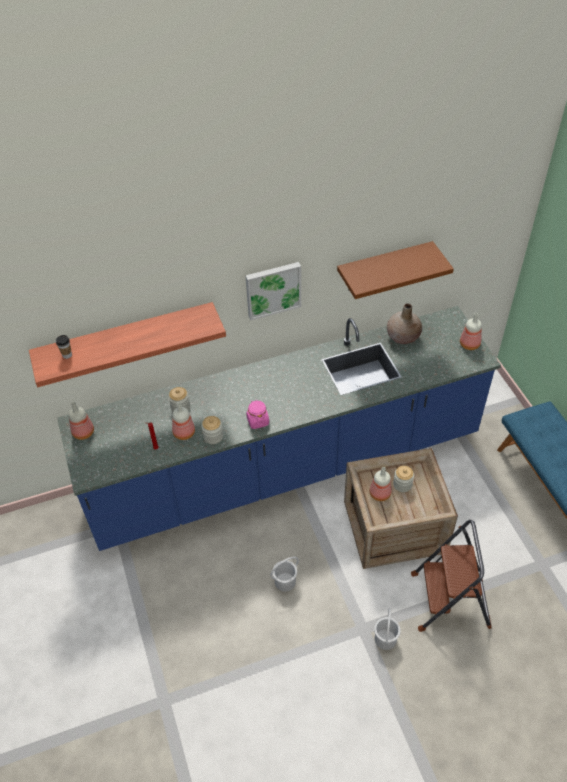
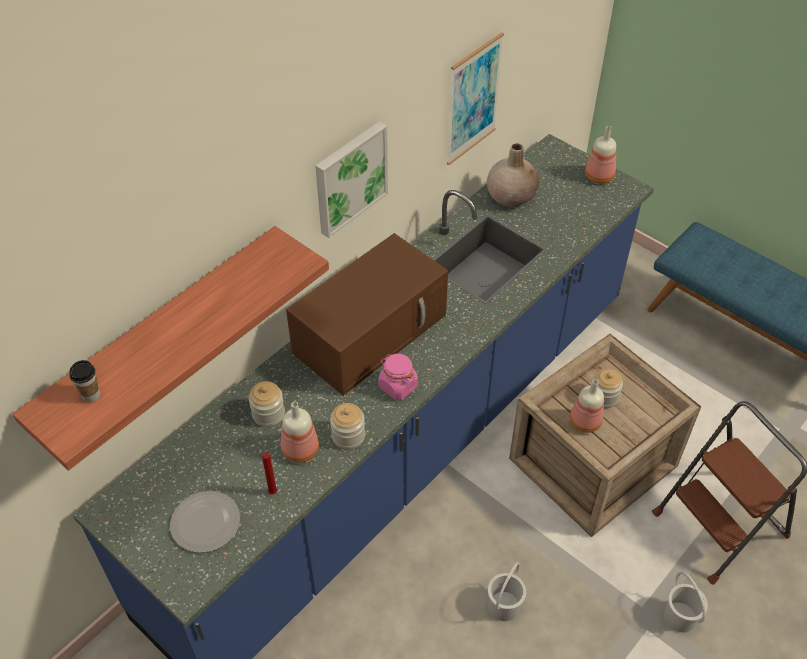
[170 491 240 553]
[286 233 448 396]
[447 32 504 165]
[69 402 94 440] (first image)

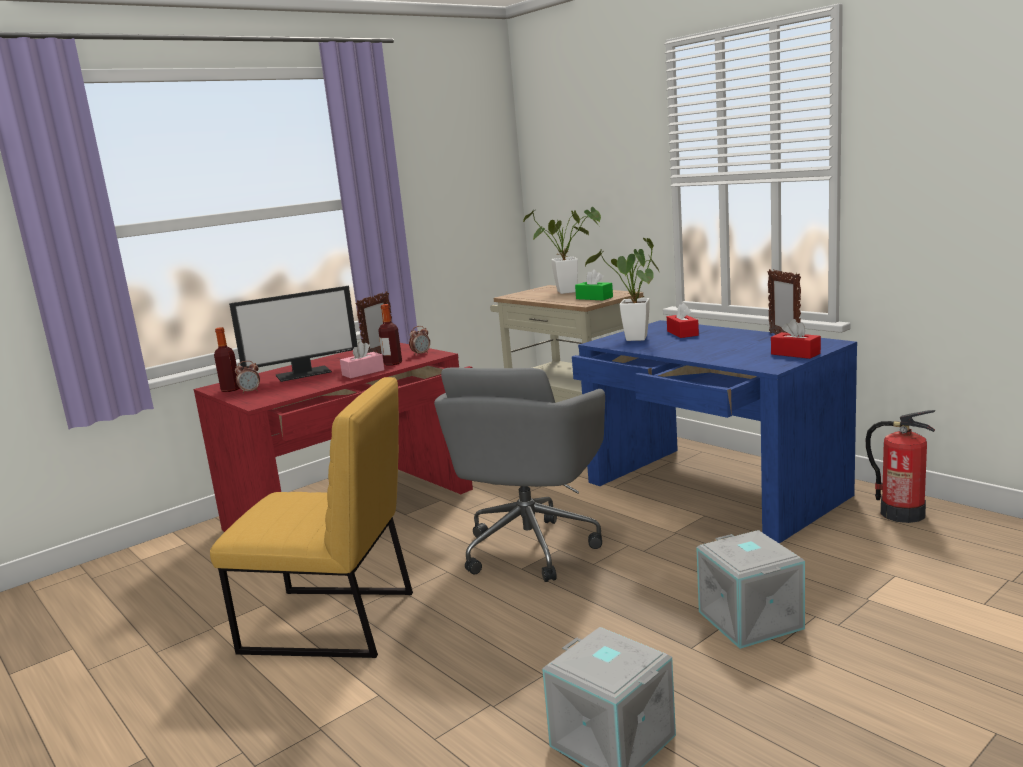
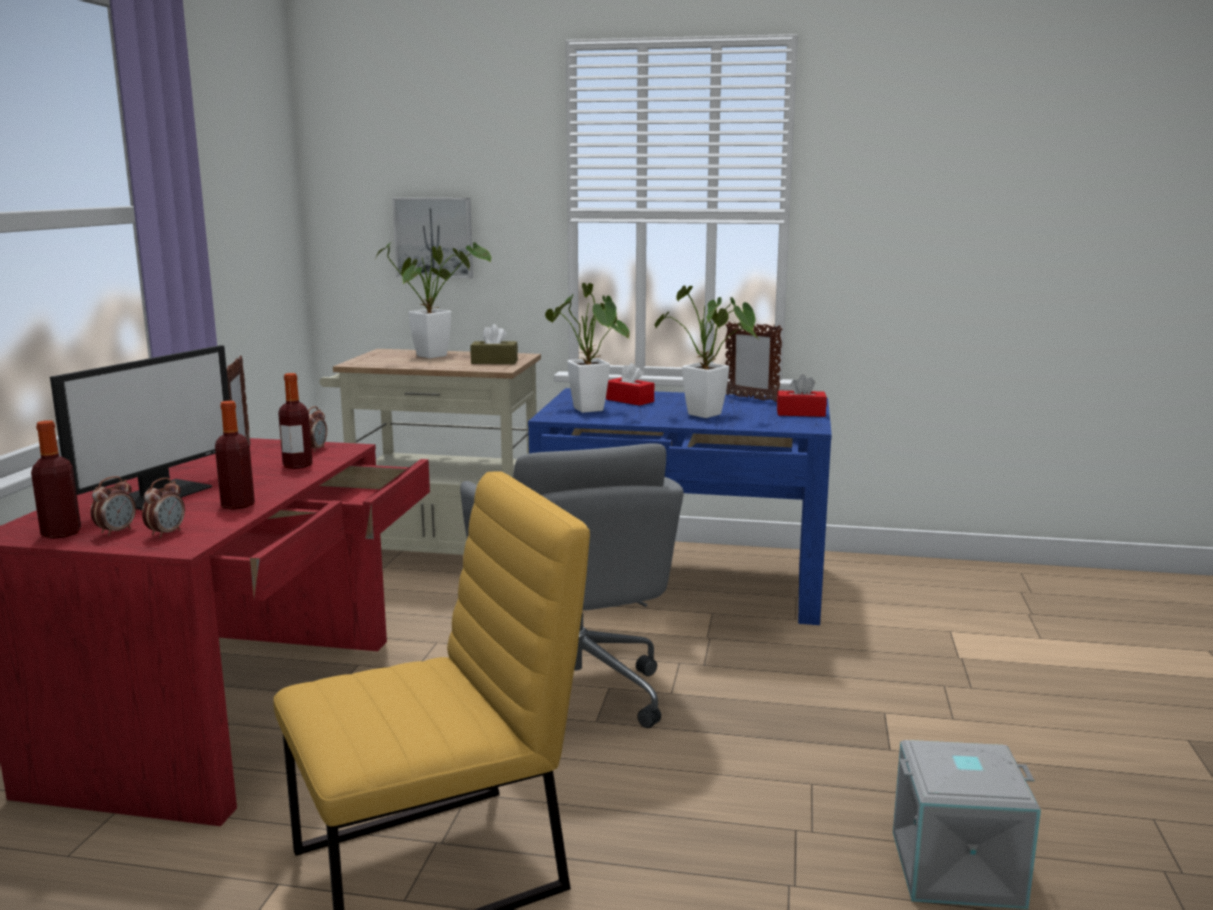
[142 478 185 538]
[215 401 255 510]
[392 198 473 278]
[470 324 518 364]
[655 286 758 418]
[340 341 384 378] (first image)
[696 530 805 649] (first image)
[866 410 935 523] (first image)

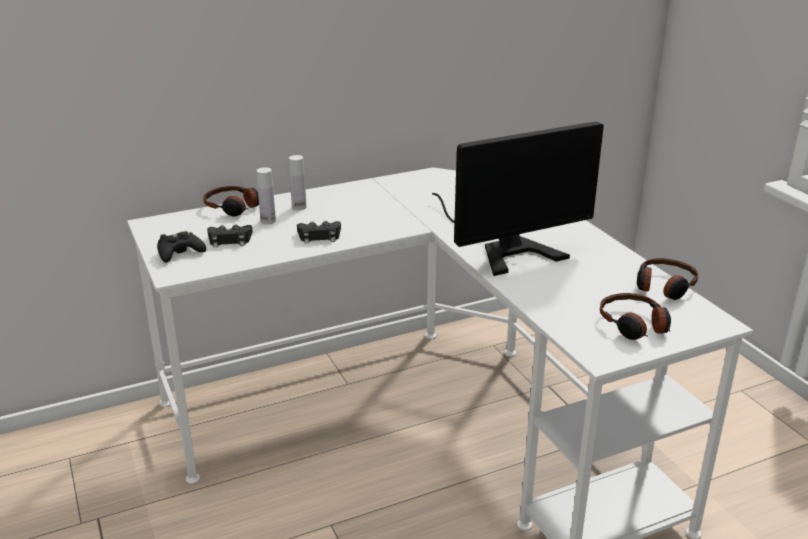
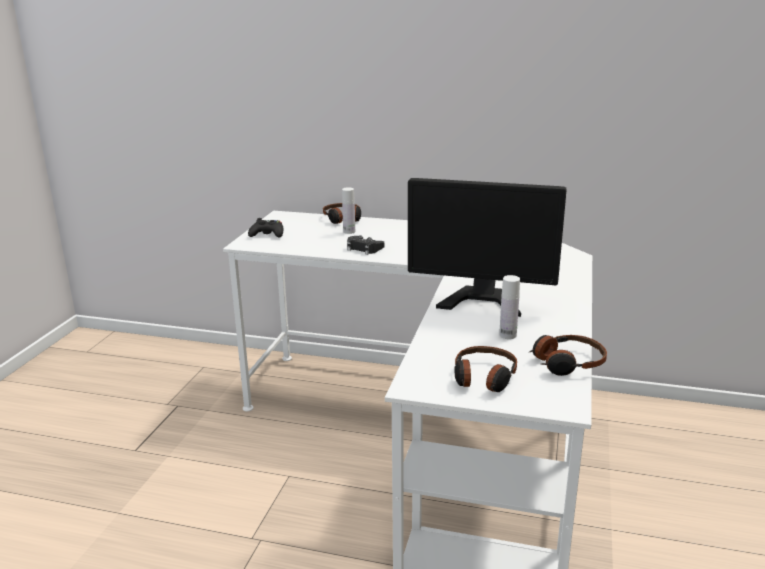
[499 275 520 339]
[207 225 253 247] (first image)

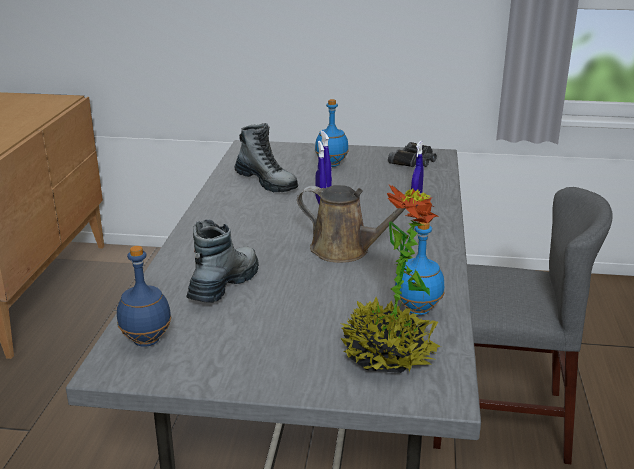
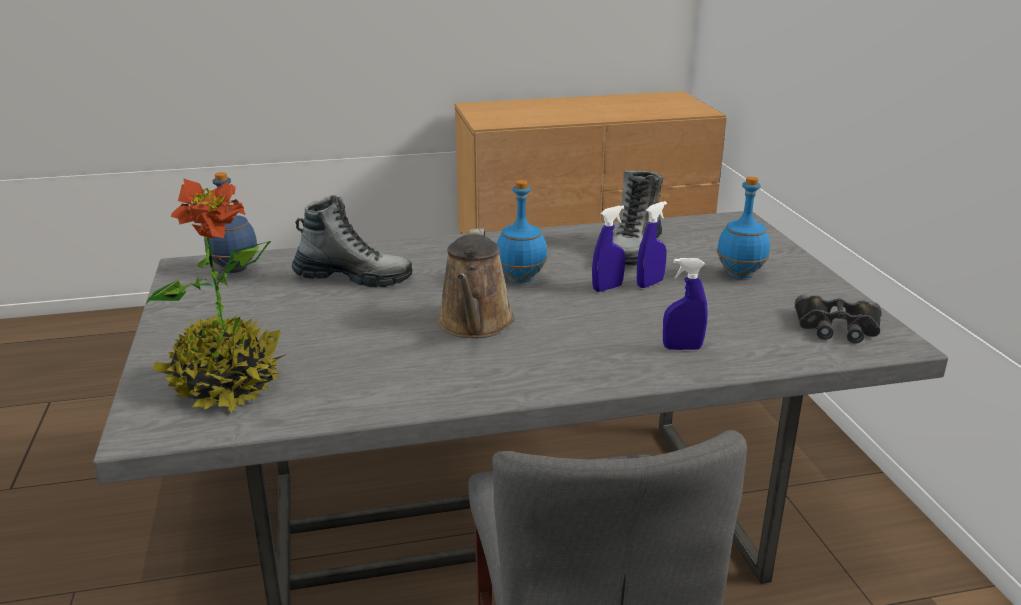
[497 180 547 283]

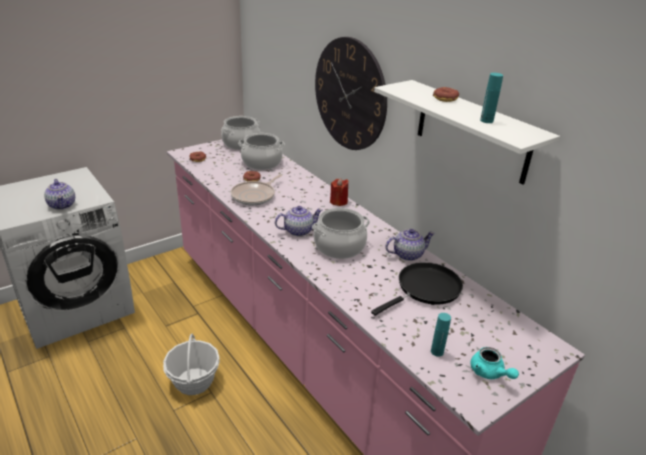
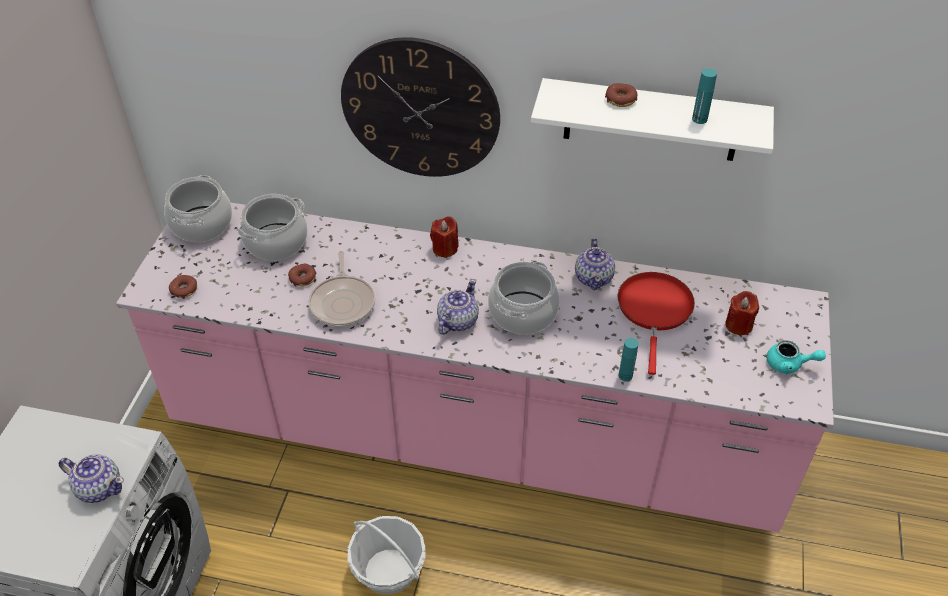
[575 238 615 290]
[618 272 695 375]
[619 338 638 382]
[725 291 759 335]

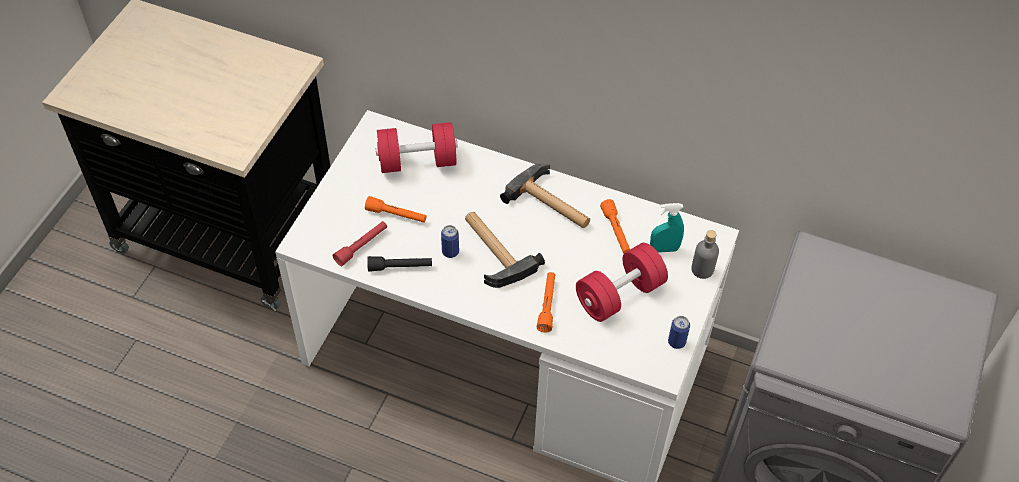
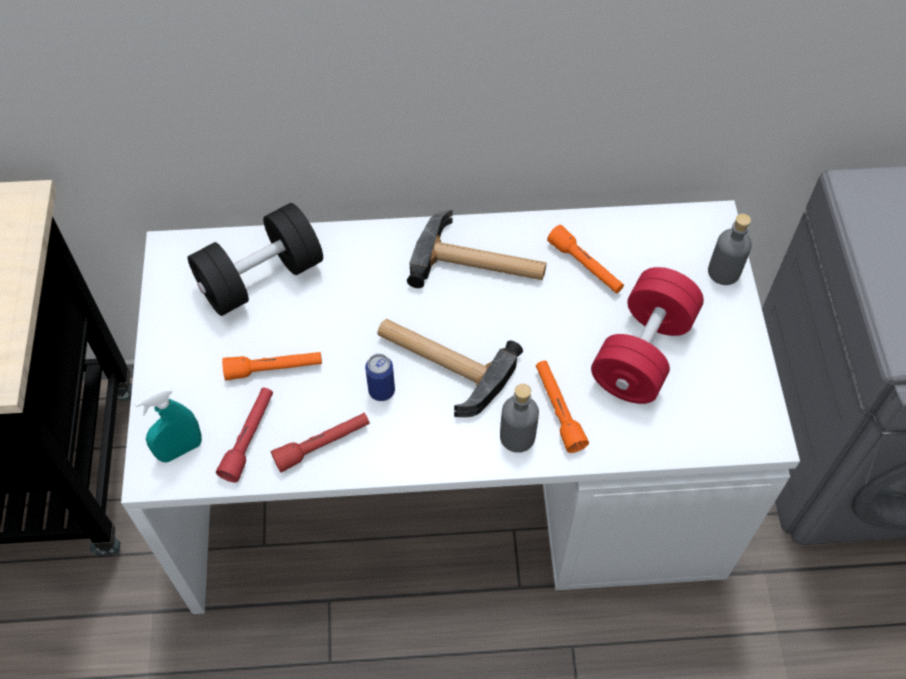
[134 387 202 463]
[187 203 323 316]
[271 413 370 473]
[500 384 539 453]
[668 316 690 349] (first image)

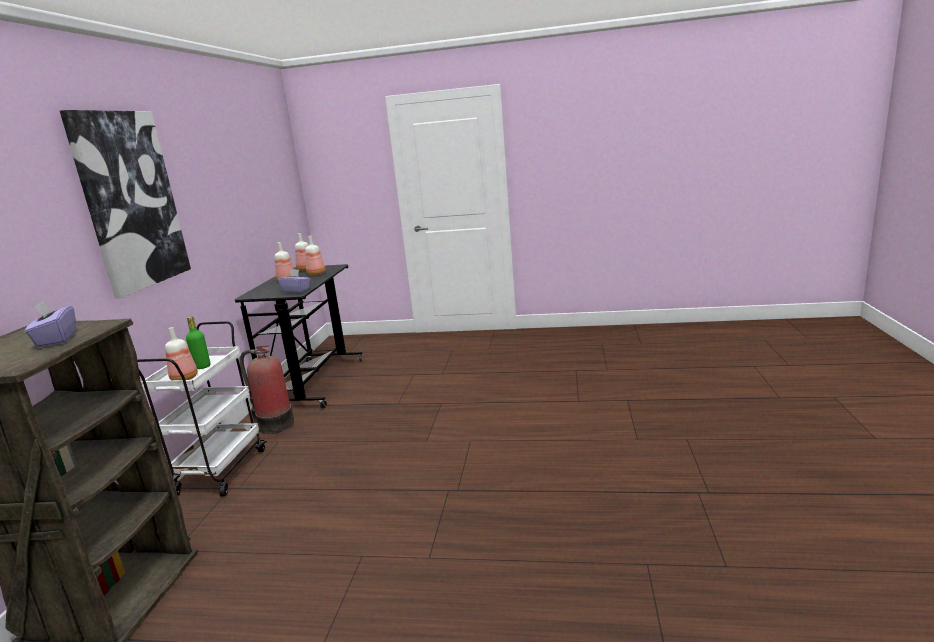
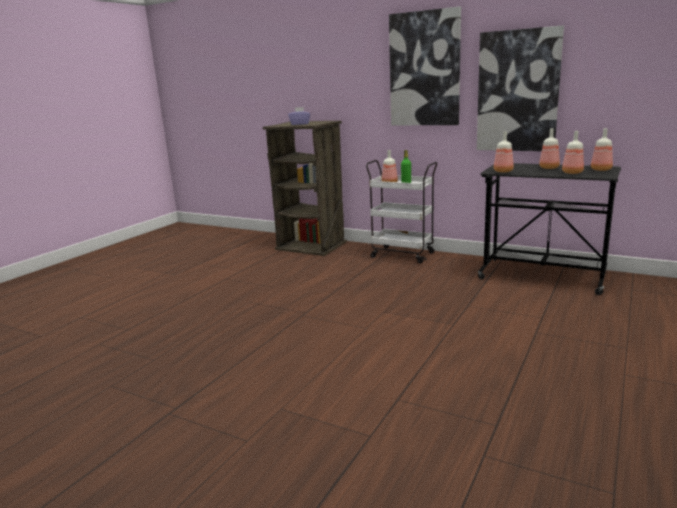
[477 26 564 151]
[494 131 514 173]
[239 345 294 434] (first image)

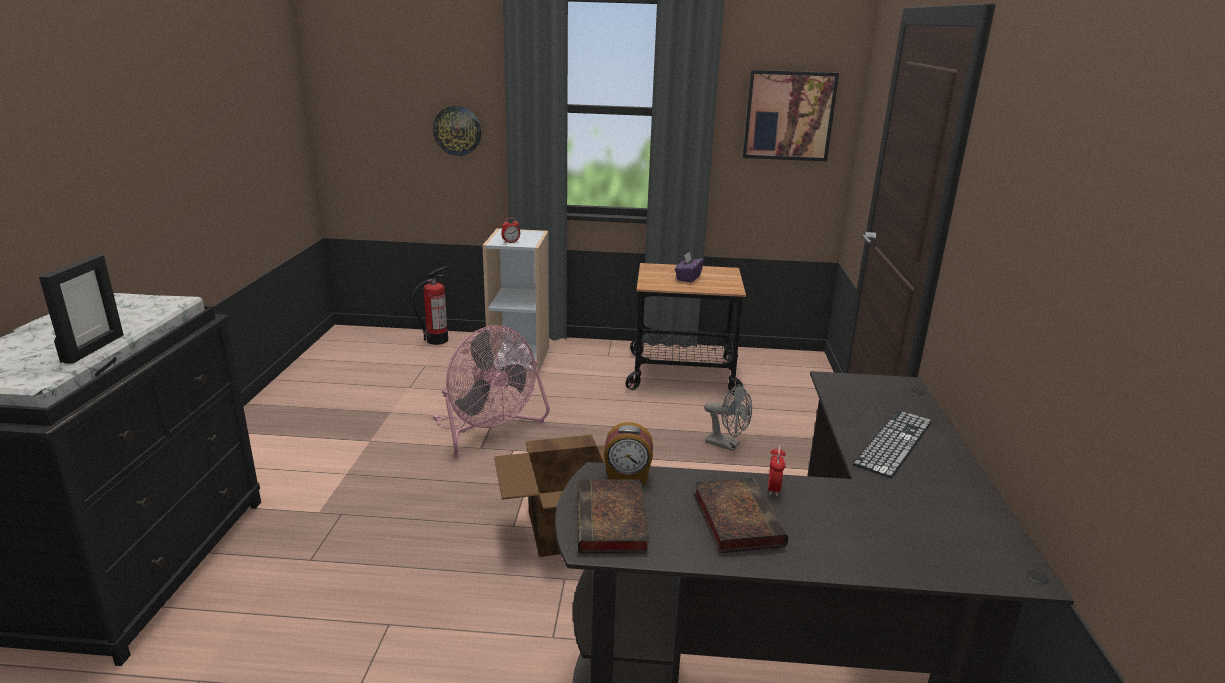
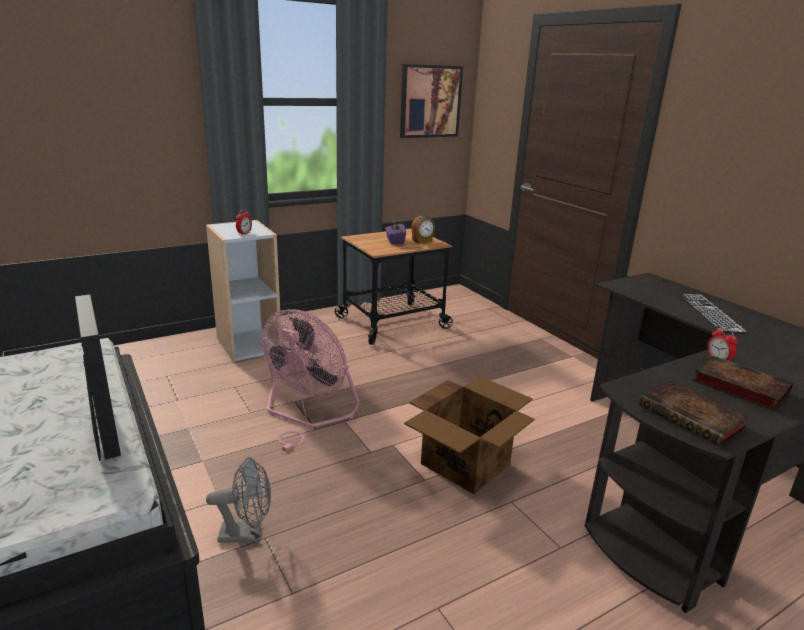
[206 457 271 543]
[259 309 359 452]
[411 215 435 243]
[412 266 448 345] (first image)
[433 106 481 156] (first image)

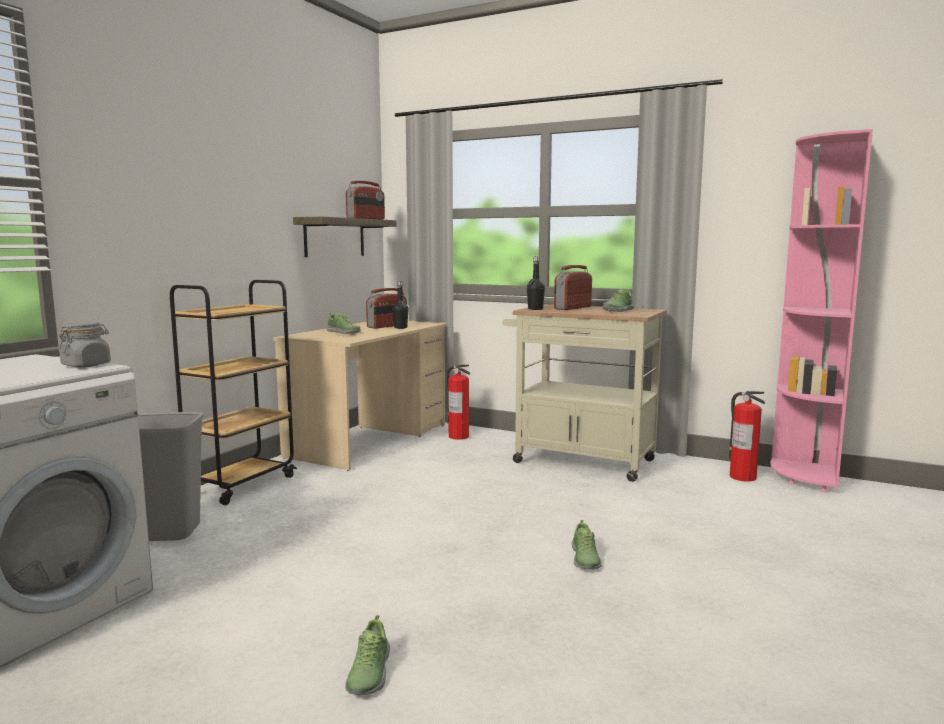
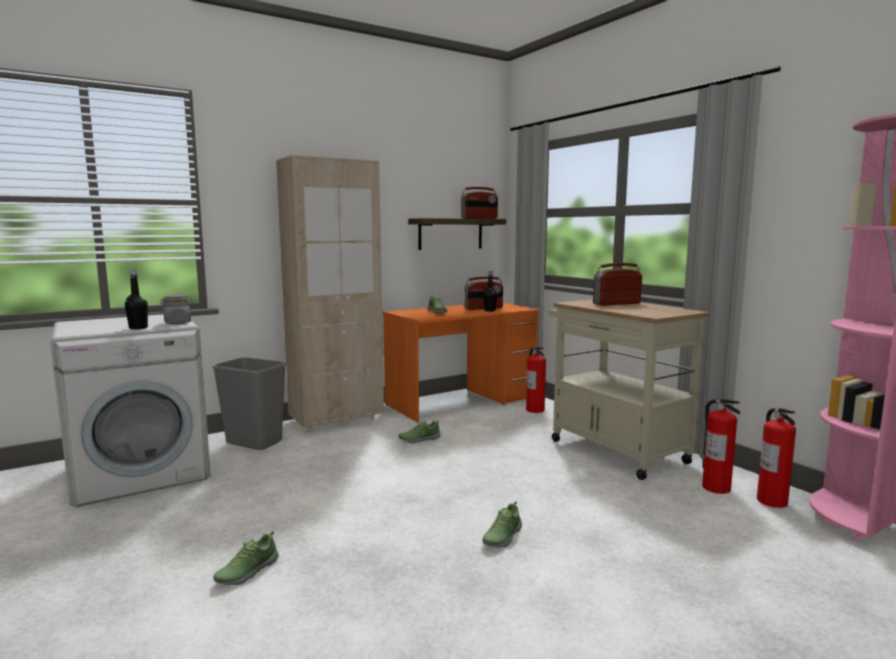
[125 269 148 329]
[276 155 384 432]
[382 303 539 423]
[398 421 441 443]
[702 399 740 494]

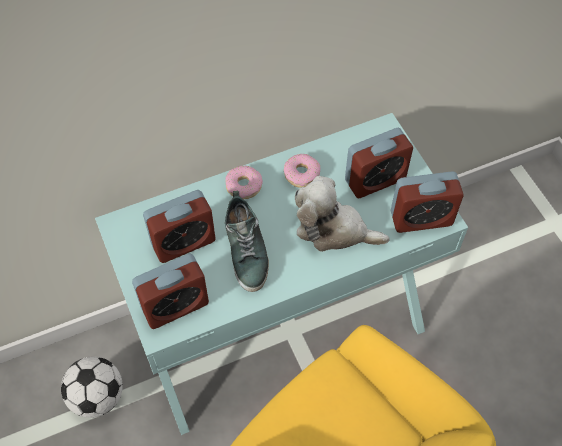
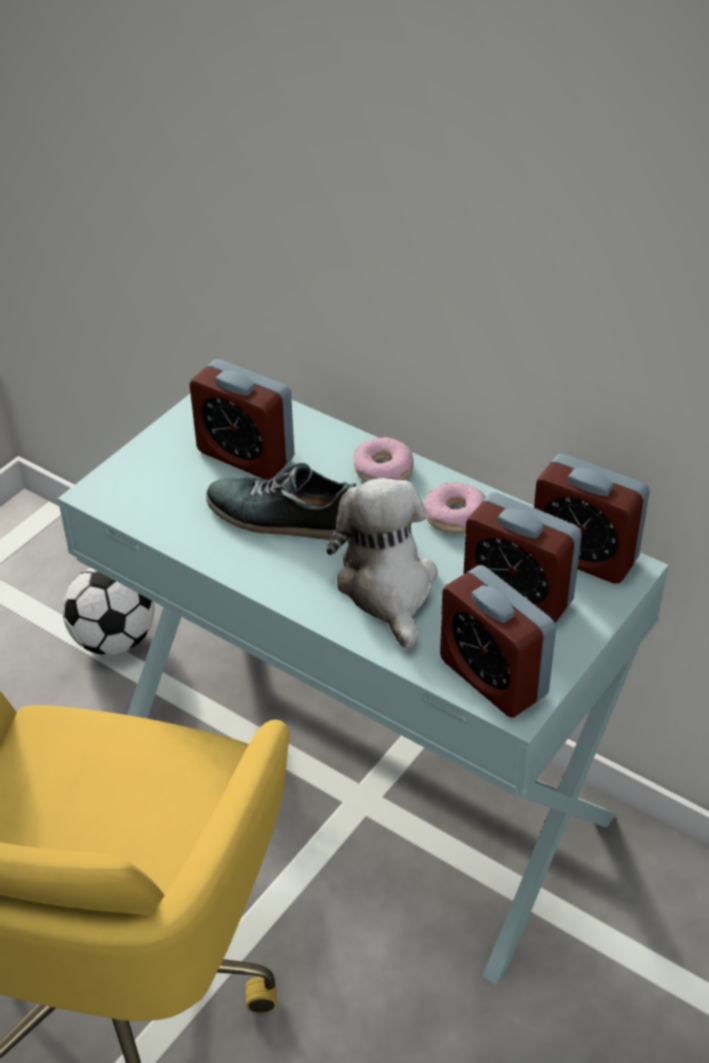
[206 463 356 540]
[534 454 650 584]

